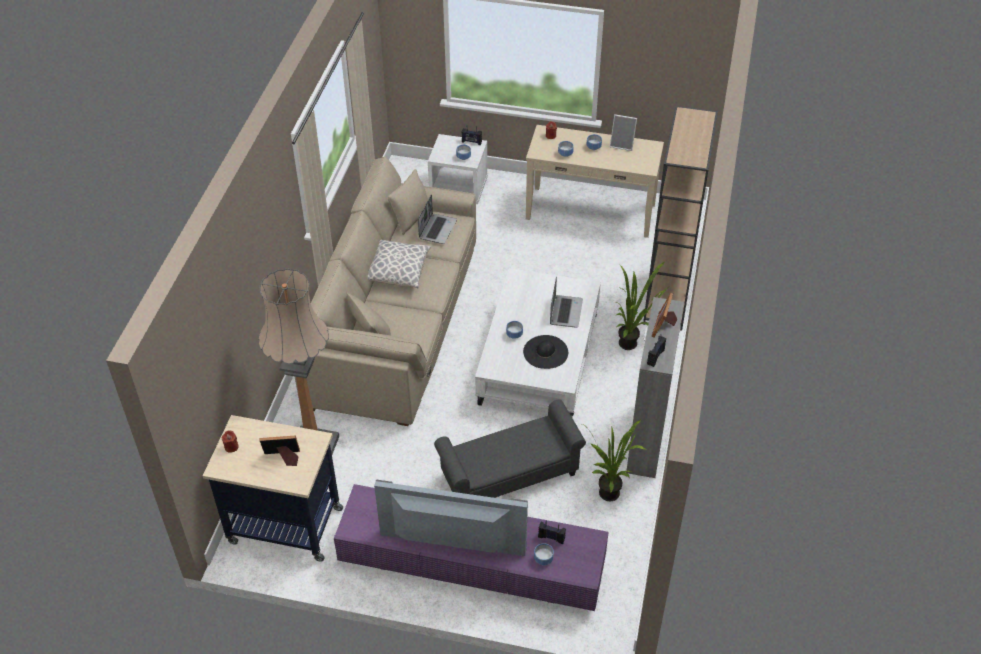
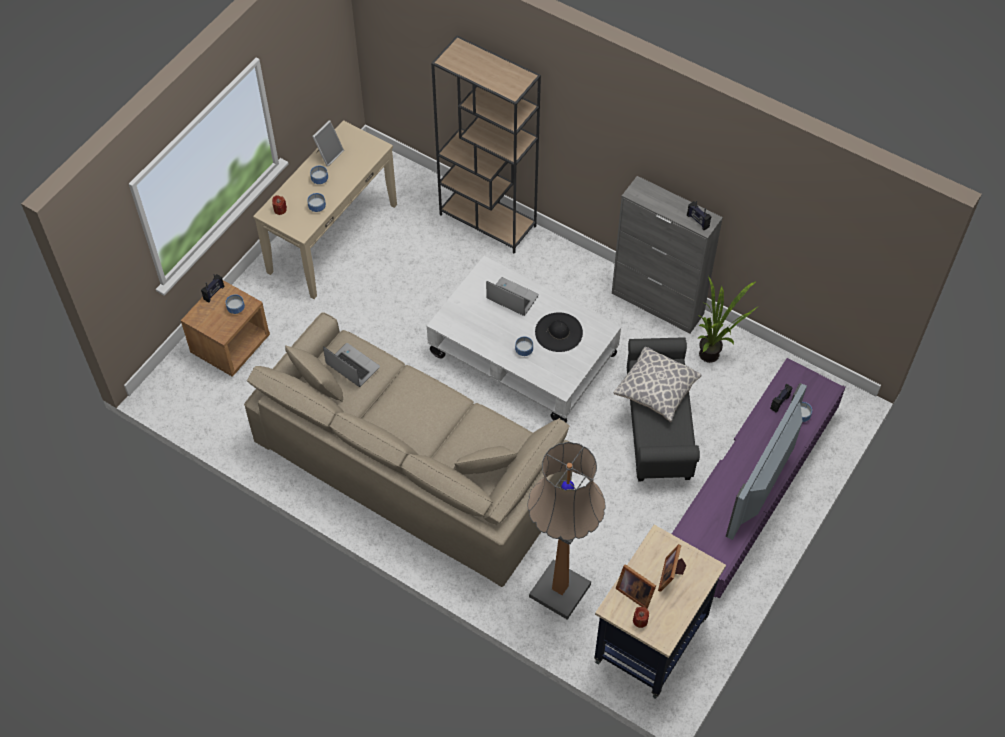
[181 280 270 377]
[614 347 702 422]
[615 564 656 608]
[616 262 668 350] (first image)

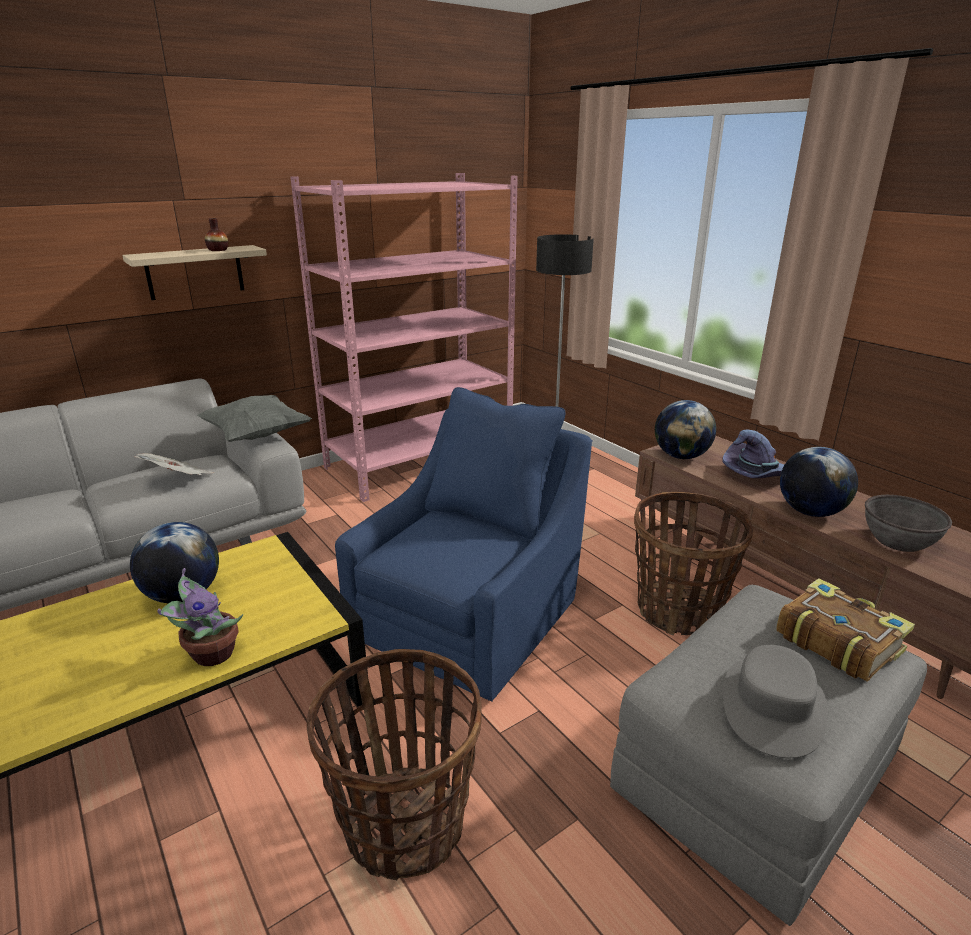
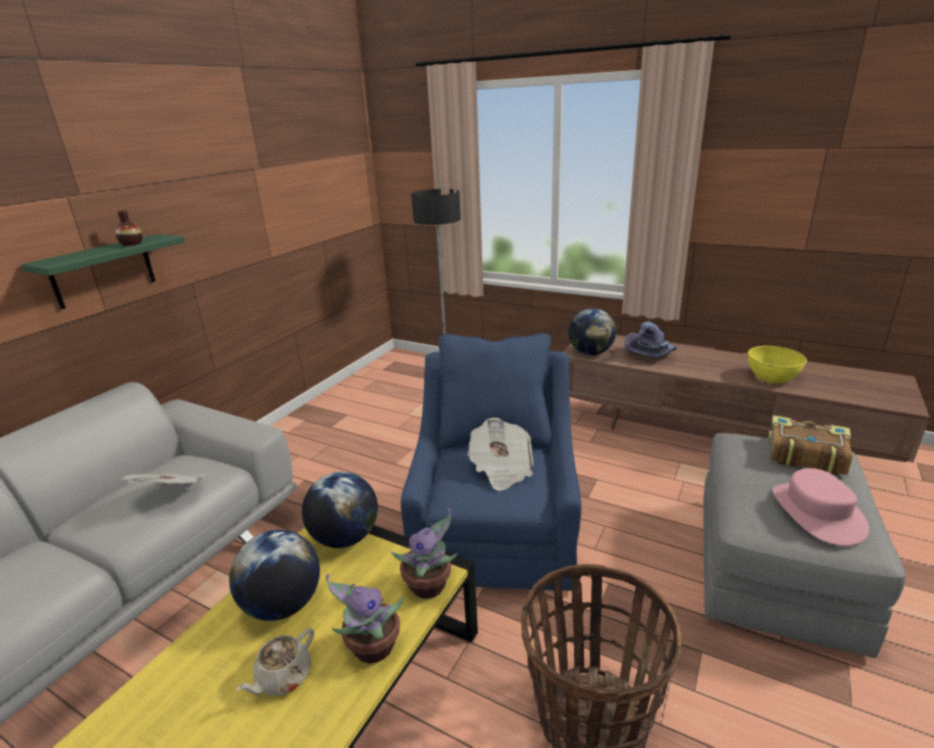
[21 234 185 309]
[236 628 314 696]
[302 472 378 548]
[391 508 457 599]
[468 418 533 491]
[747 346 807 383]
[773 468 869 546]
[197 395 312 442] (first image)
[290 173 518 502] (first image)
[634 492 753 636] (first image)

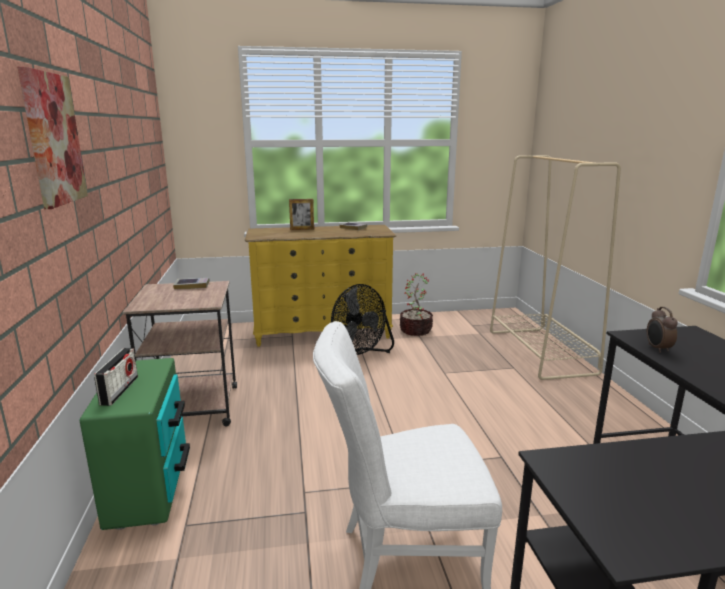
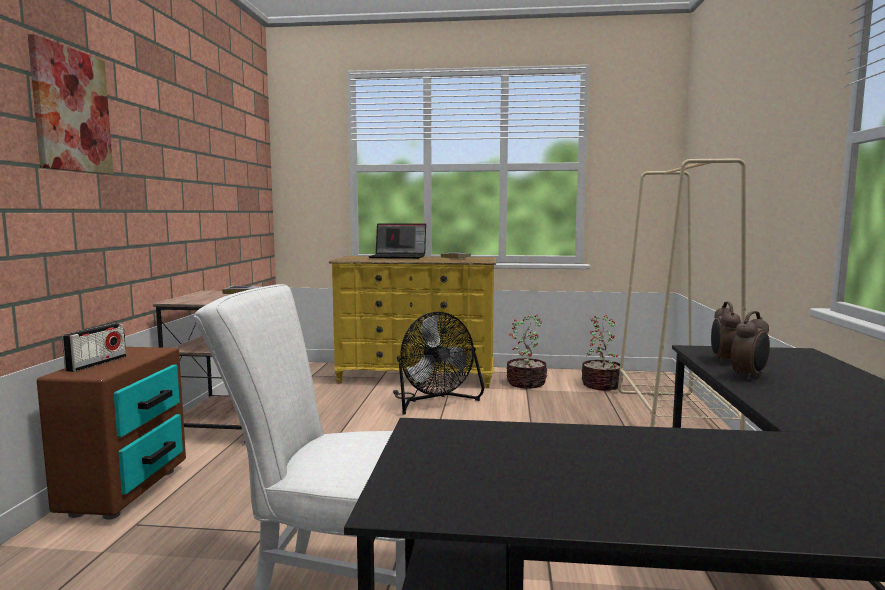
[37 347 186 520]
[368 223 426 259]
[582 315 623 391]
[731 311 770 381]

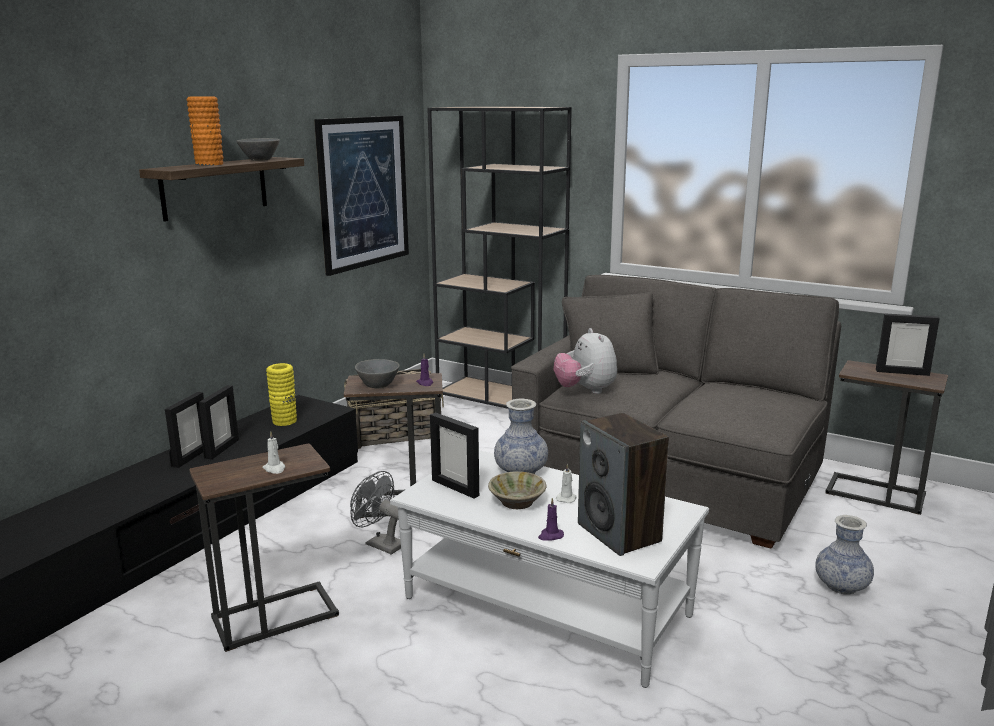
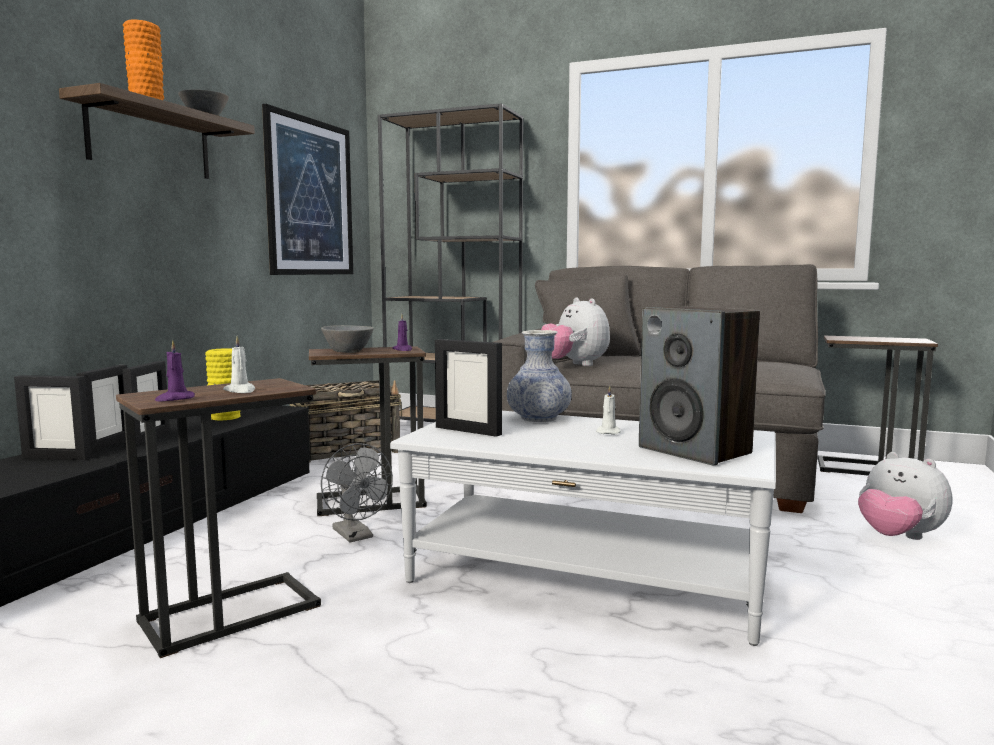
[14 375 91 460]
[155 340 195 402]
[321 443 393 542]
[858 452 952 540]
[488 471 546 509] (first image)

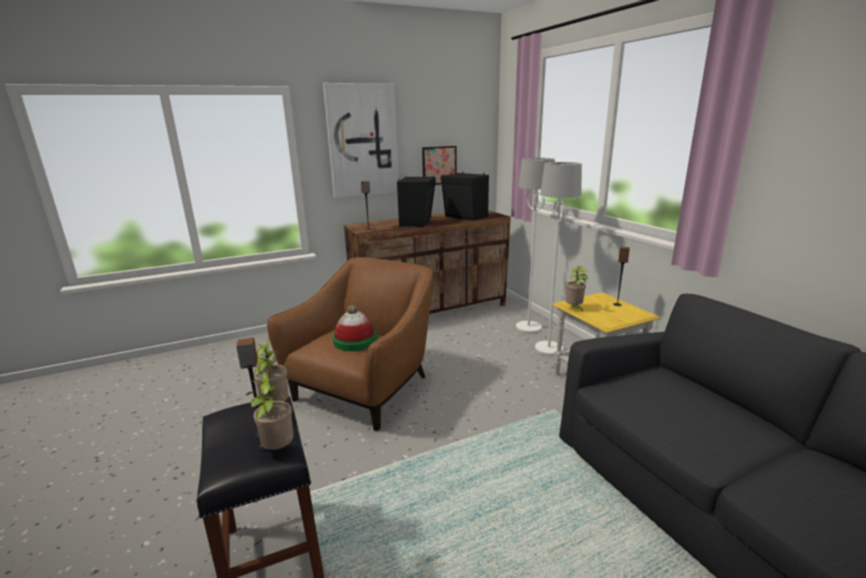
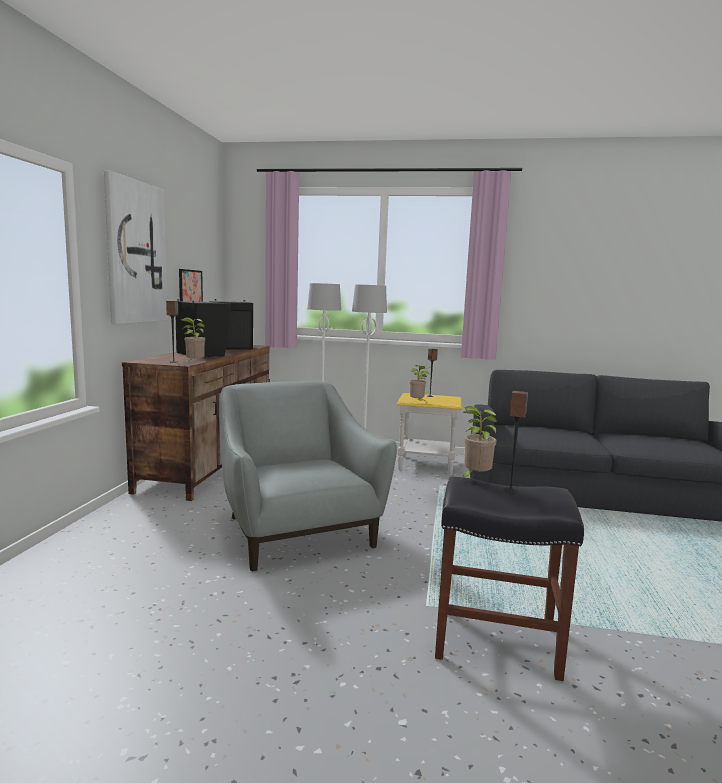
[181 318 205 365]
[219 381 397 571]
[333 305 377 351] (first image)

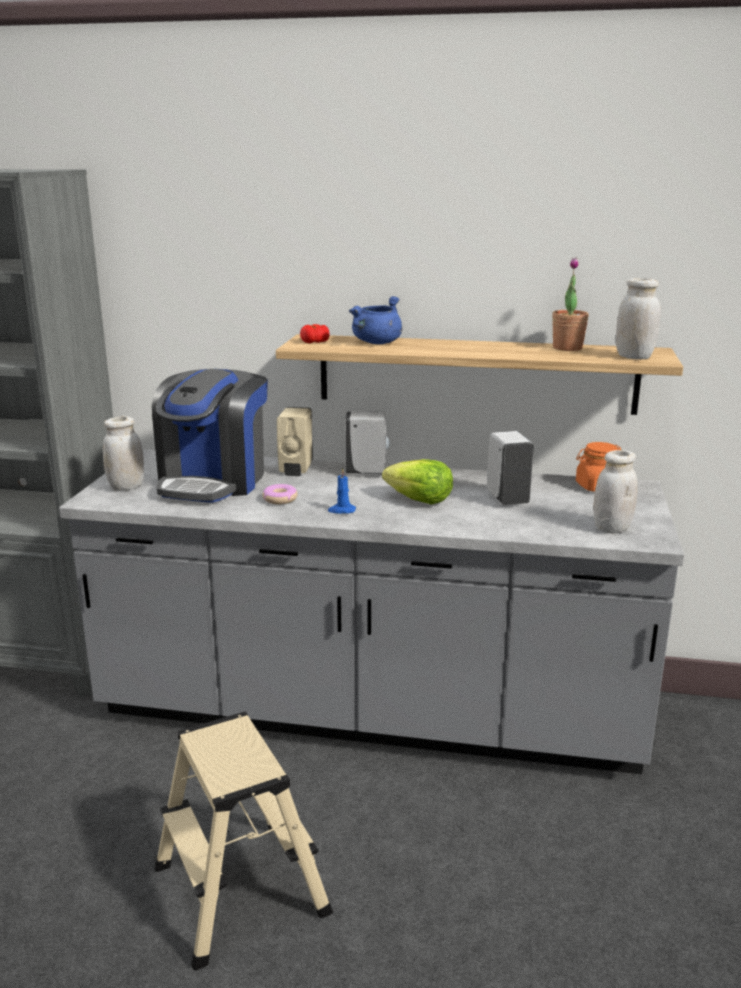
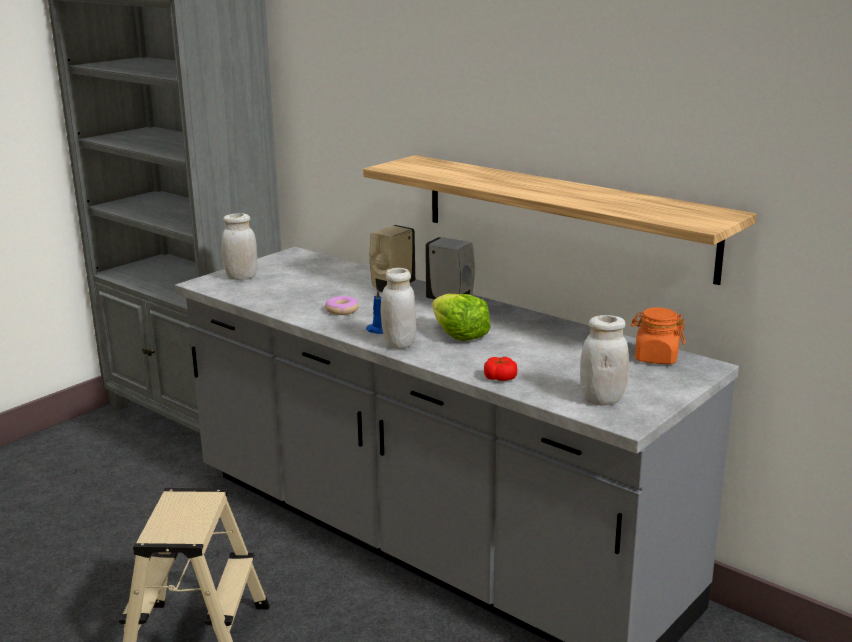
[380 268 416 349]
[484 357 517 381]
[152 369 268 503] (first image)
[349 296 402 344] (first image)
[487 431 534 505] (first image)
[552 257 589 351] (first image)

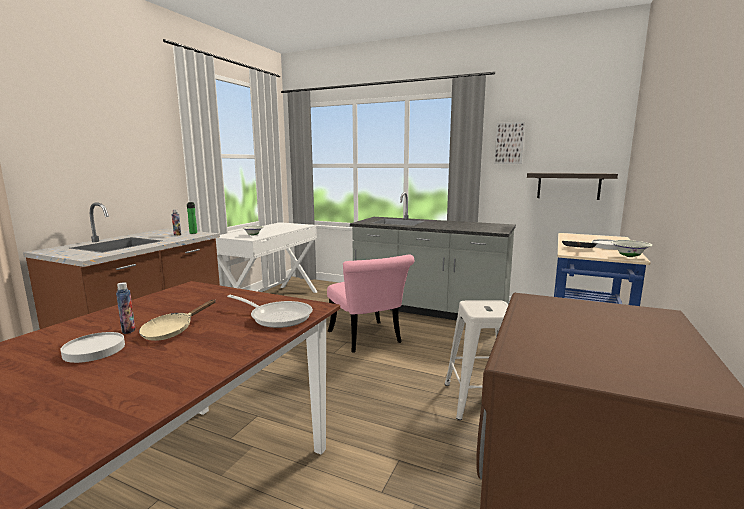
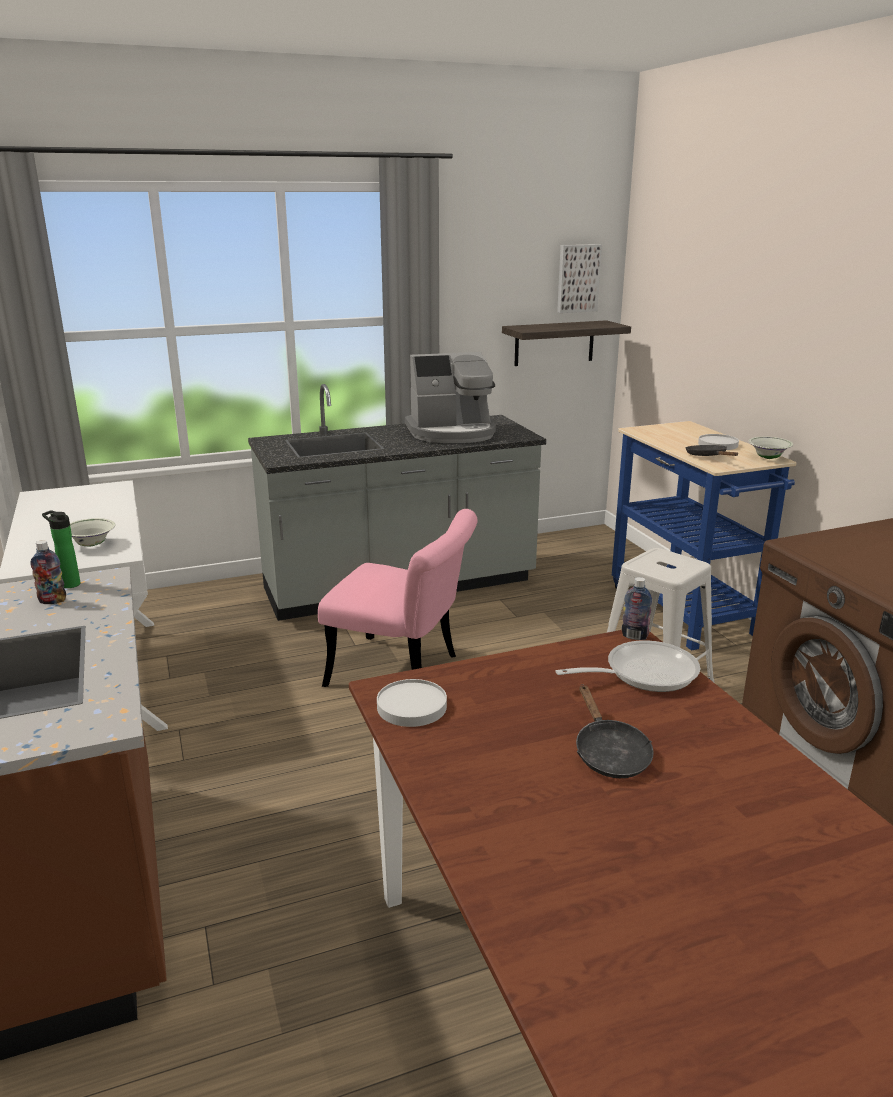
[377 679 447 727]
[405 352 496 443]
[557 244 602 313]
[576 684 654 778]
[622 577 652 640]

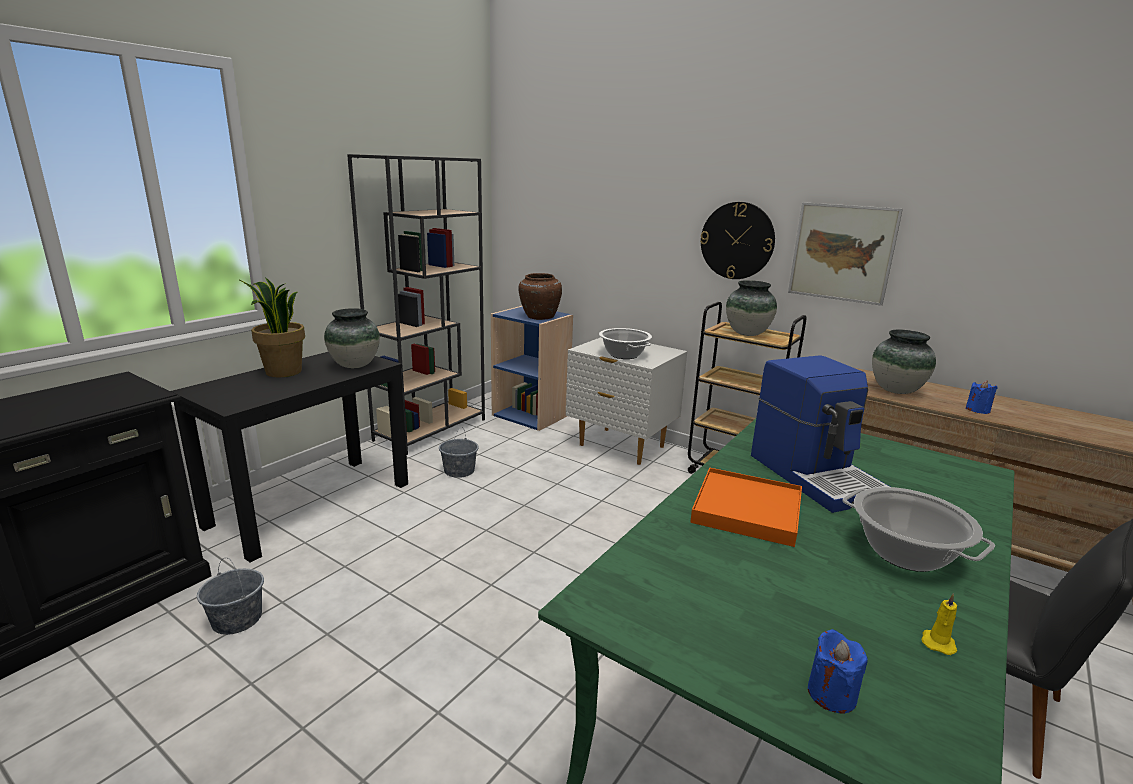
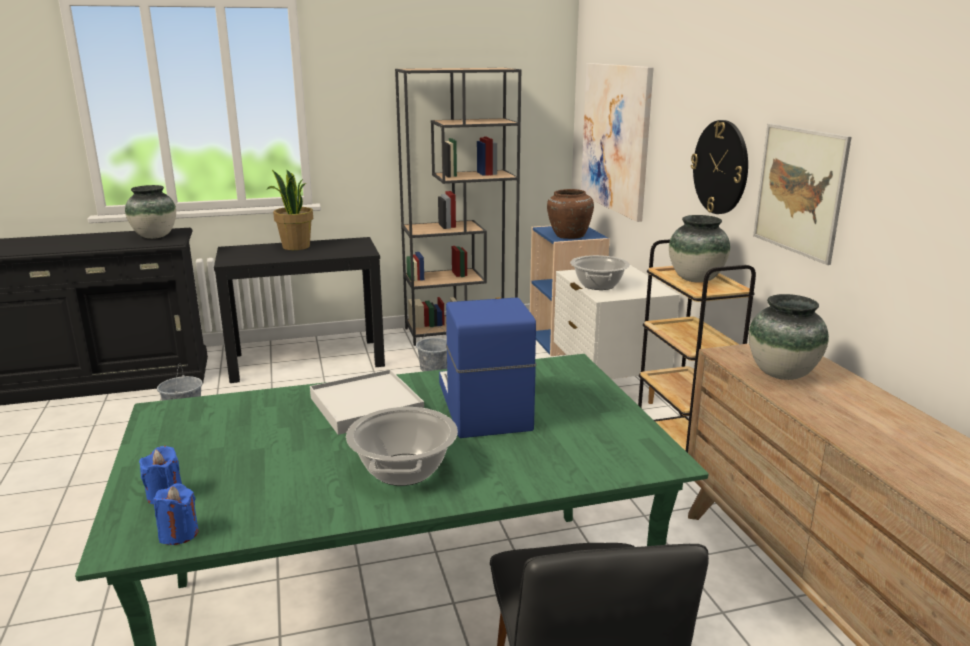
[125 185 176 239]
[153 483 199 545]
[310 369 424 435]
[439 297 537 438]
[581 63 653 222]
[921 593 957 655] (first image)

